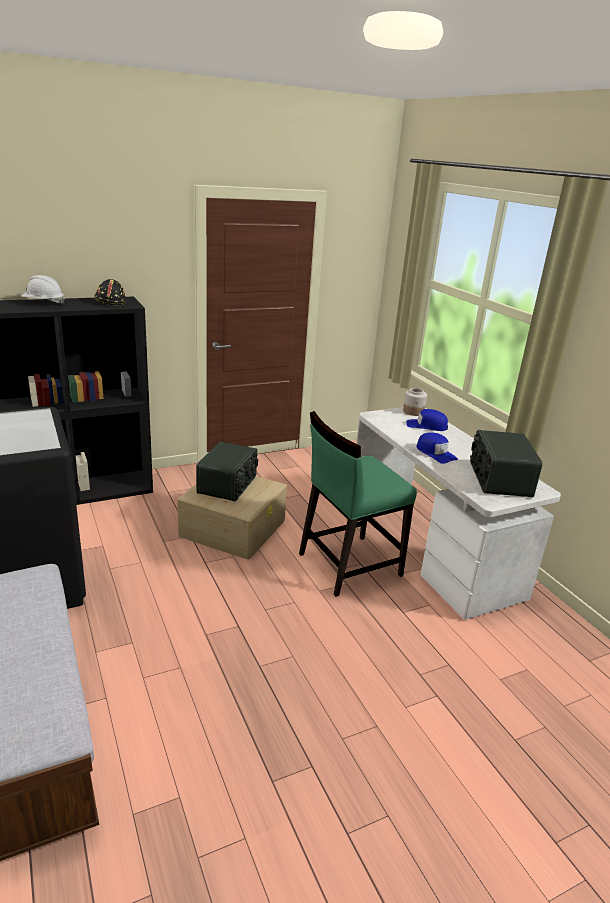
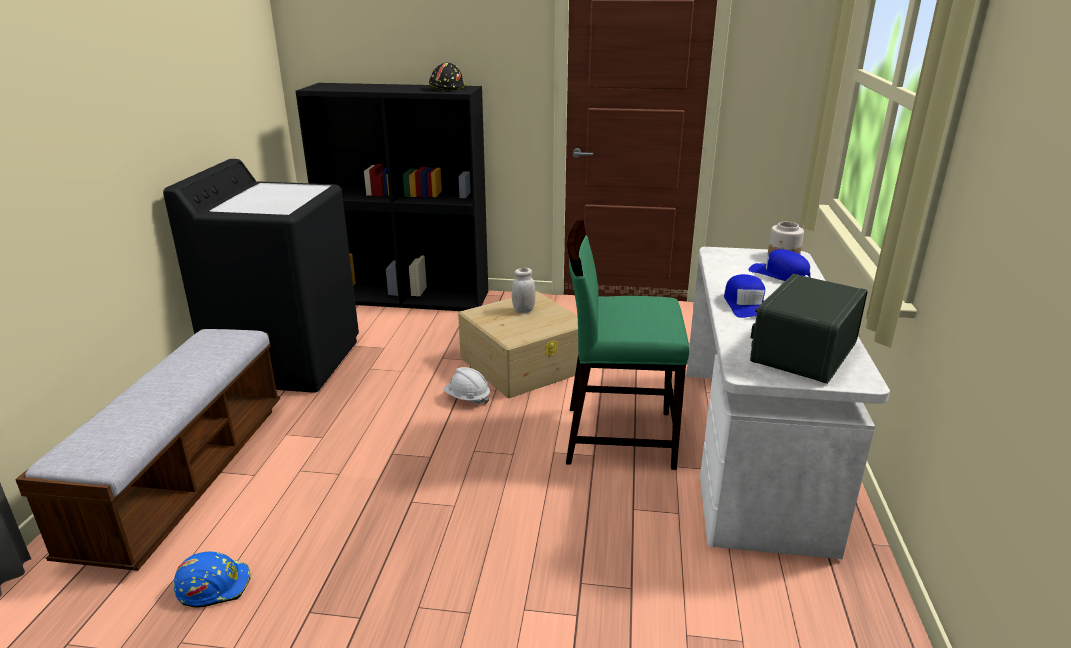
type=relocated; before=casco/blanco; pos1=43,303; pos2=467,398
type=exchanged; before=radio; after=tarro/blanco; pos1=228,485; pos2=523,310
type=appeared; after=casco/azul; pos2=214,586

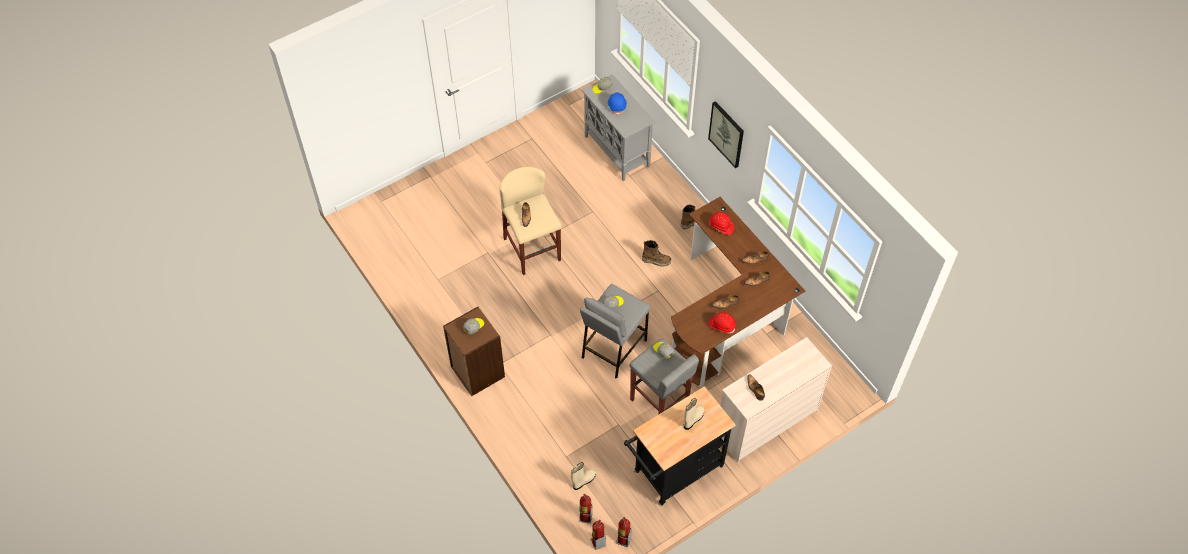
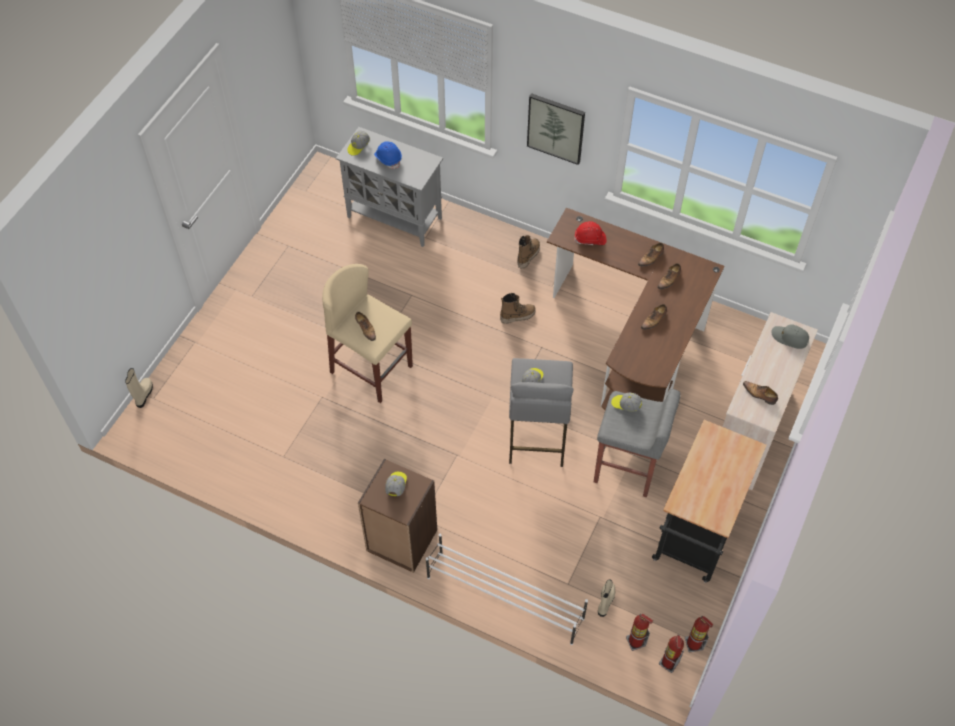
type=relocated; before=bota/beis; pos1=693,419; pos2=143,395
type=missing; before=casco/rojo; pos1=722,325
type=appeared; after=zapatero/blanco; pos2=504,597
type=appeared; after=gorra/gris; pos2=789,338

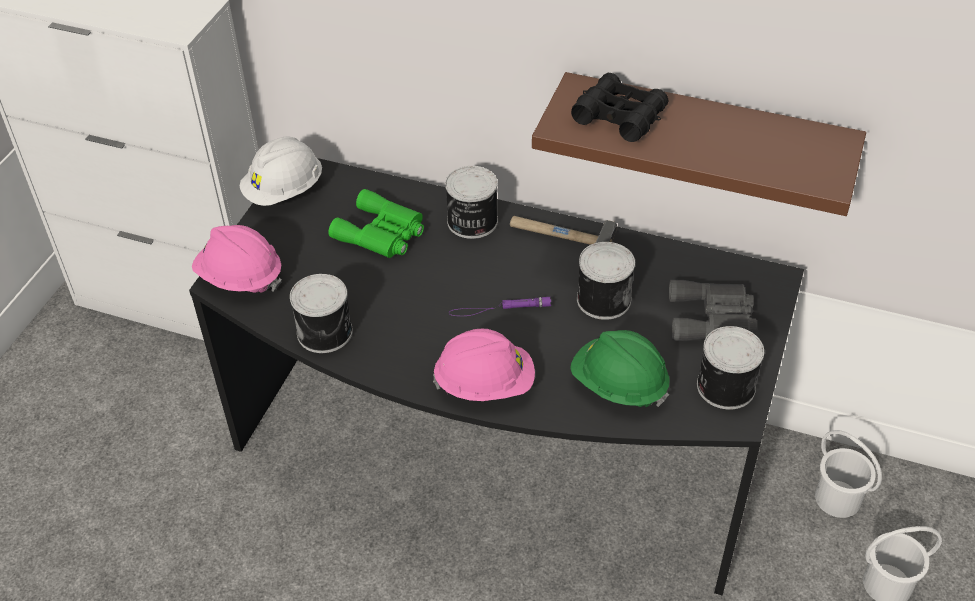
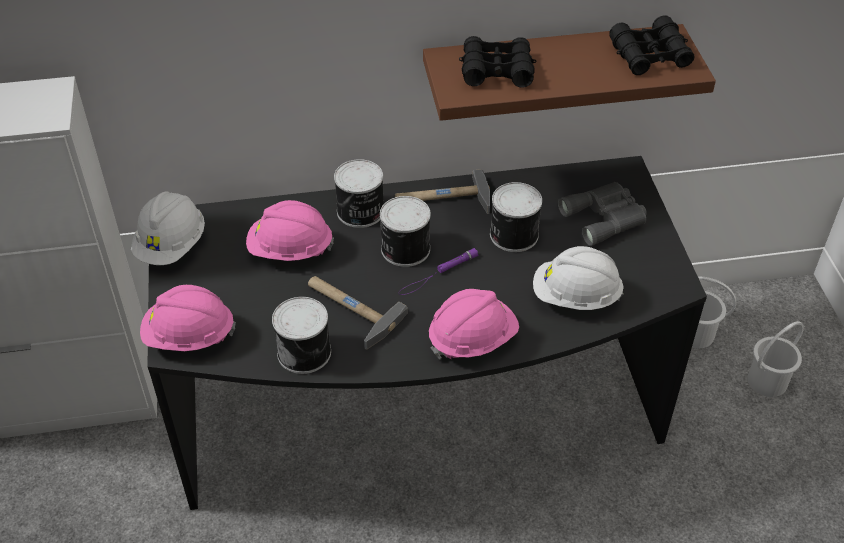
type=exchanged; before=prismáticos/verde; after=casco/rosa; pos1=382,233; pos2=290,250
type=colour; before=casco/verde; after=casco/blanco; pos1=618,385; pos2=575,297
type=relocated; before=lata; pos1=724,386; pos2=404,249
type=appeared; after=martillo; pos2=349,309
type=appeared; after=prismáticos/negro; pos2=650,55

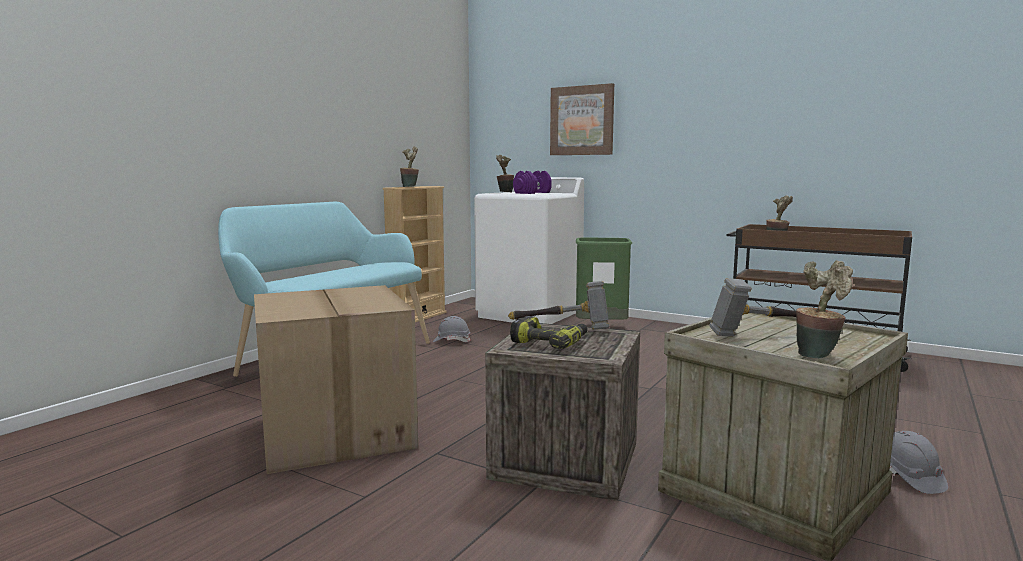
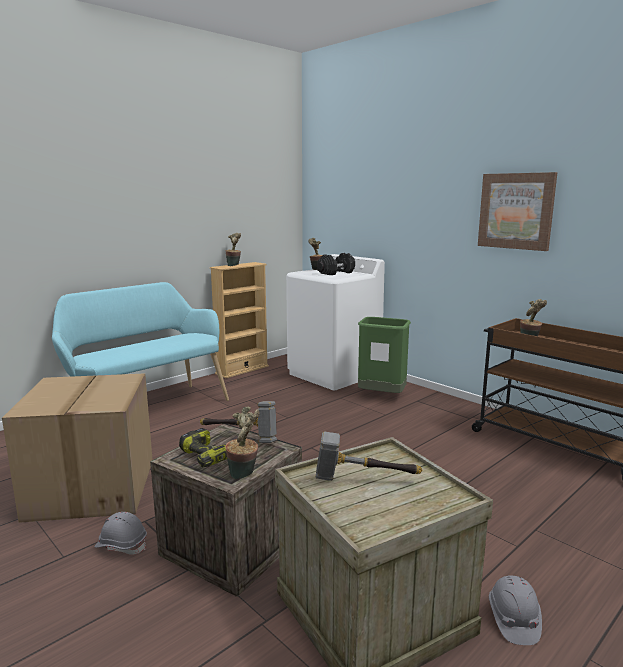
type=relocated; before=casco/gris; pos1=451,341; pos2=121,545
type=colour; before=mancuerna/morado; after=mancuerna/negro; pos1=532,193; pos2=336,273
type=relocated; before=cuadro; pos1=582,120; pos2=516,211
type=relocated; before=planta en maceta; pos1=818,354; pos2=244,474

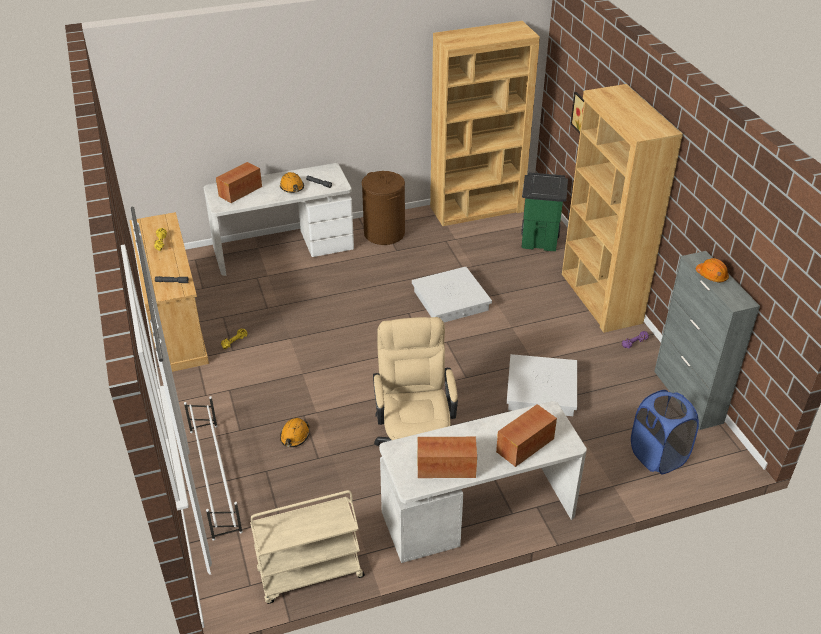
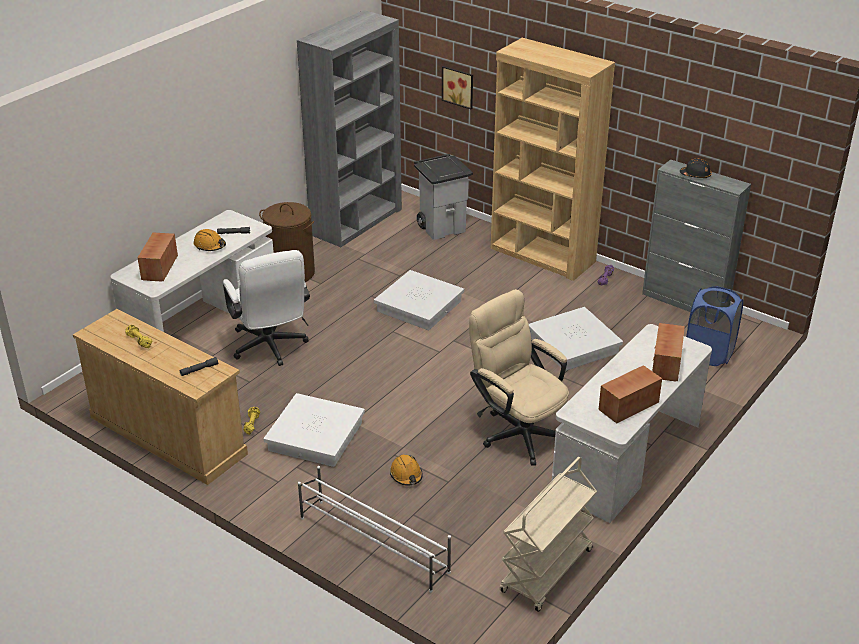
type=colour; before=estantería/marrón; after=estantería/gris; pos1=477,209; pos2=356,221
type=colour; before=papelera/verde; after=papelera/gris; pos1=540,240; pos2=442,228
type=colour; before=casco/naranja; after=casco/negro; pos1=711,275; pos2=695,175
type=appeared; after=silla de oficina/blanco; pos2=270,348
type=appeared; after=caja de almacenaje/blanco; pos2=315,436

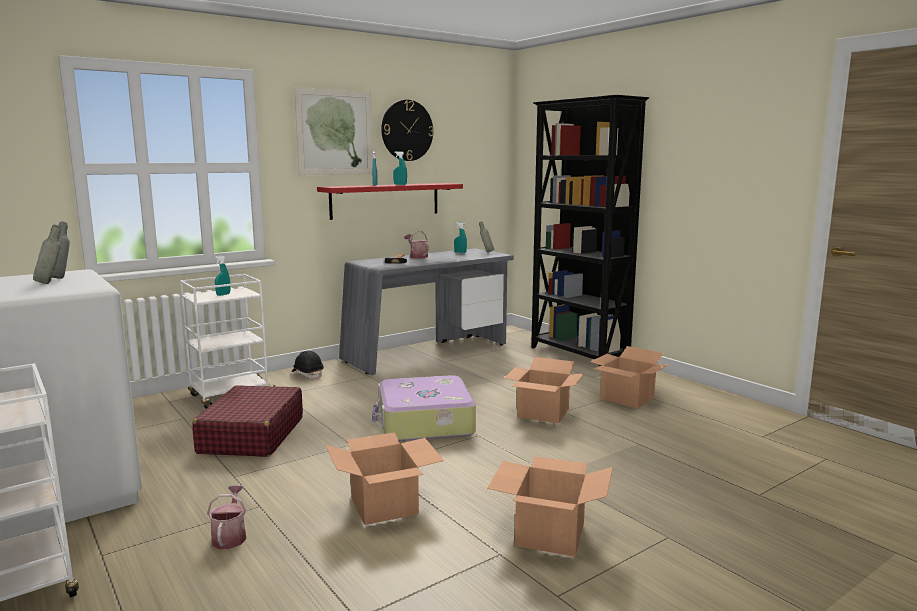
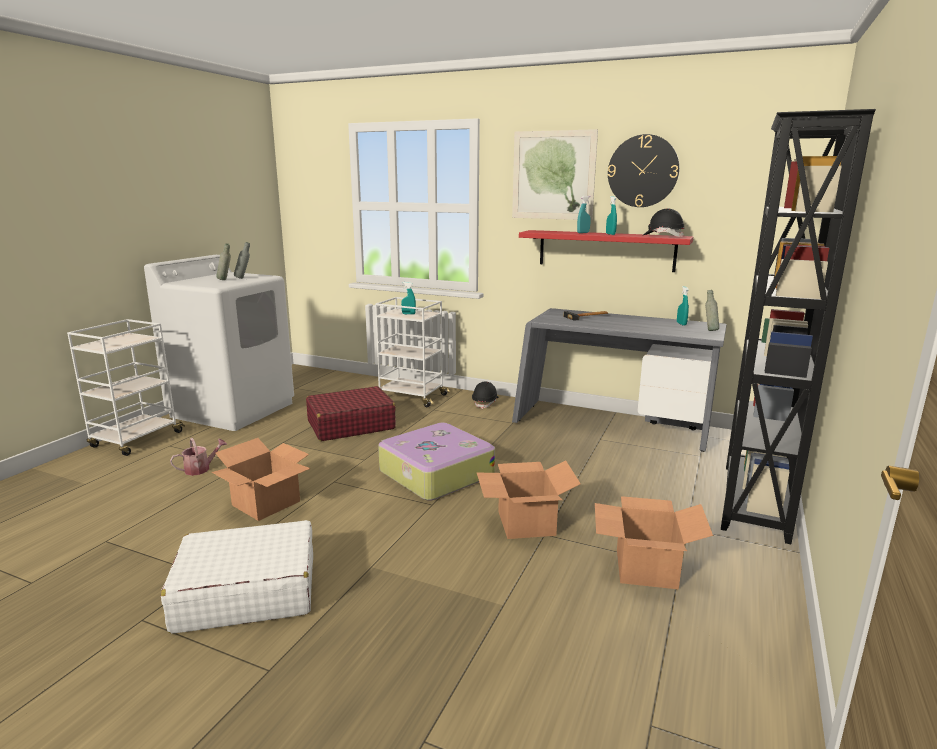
type=missing; before=regadera; pos1=417,256
type=exchanged; before=caja de cartón; after=maleta/blanco; pos1=550,535; pos2=246,592
type=appeared; after=casco/negro; pos2=663,236

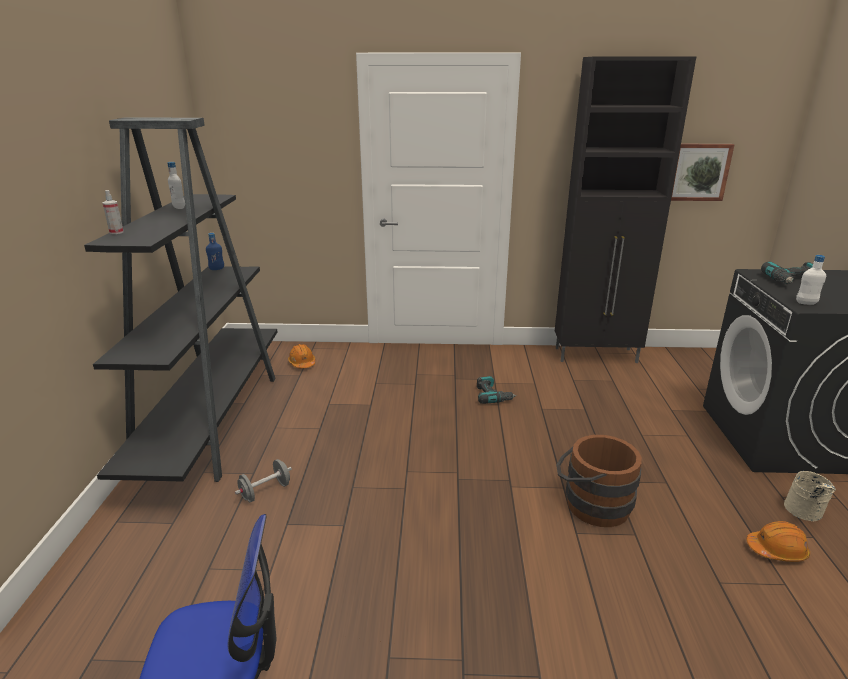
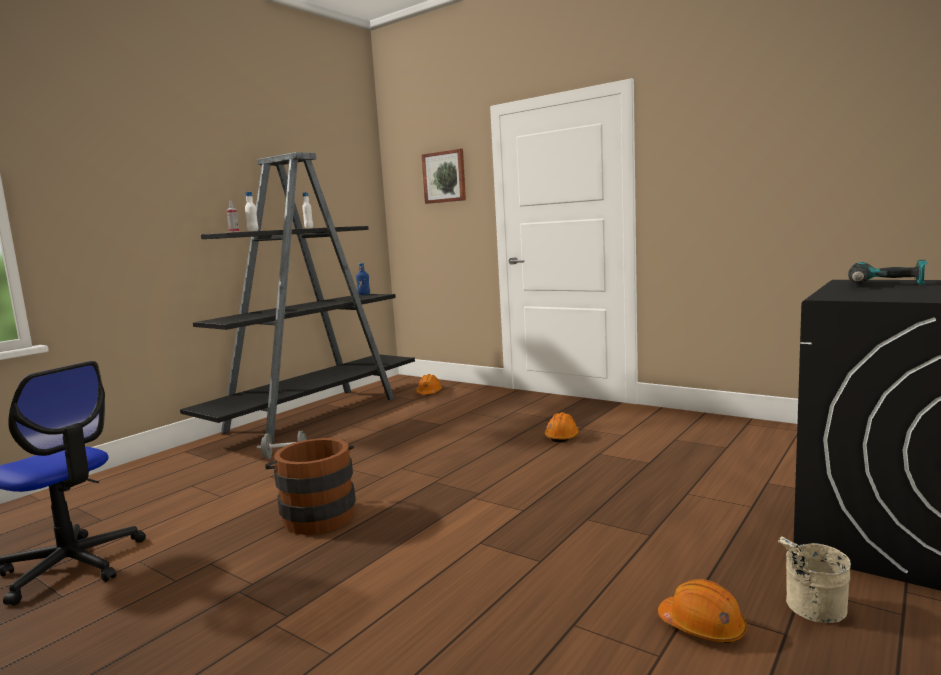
type=exchanged; before=taladro; after=casco/naranja; pos1=492,396; pos2=562,436
type=missing; before=armario/negro; pos1=597,355
type=relocated; before=cubo/marrón; pos1=591,503; pos2=317,515
type=relocated; before=cuadro; pos1=698,172; pos2=444,177
type=relocated; before=botella/blanco; pos1=806,303; pos2=253,231

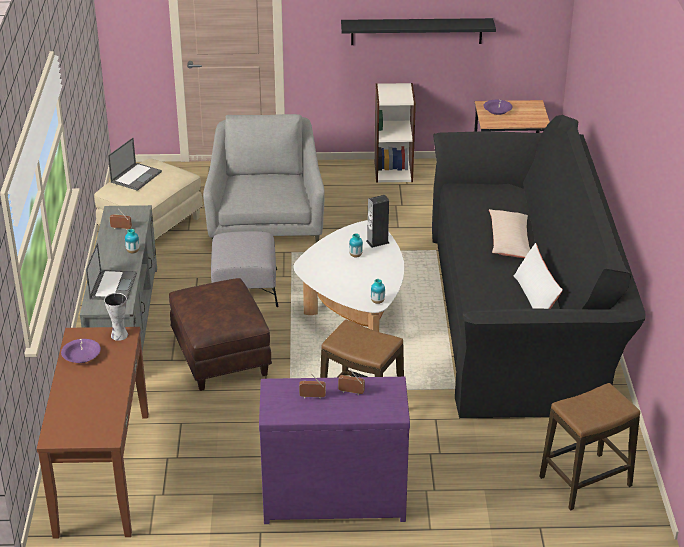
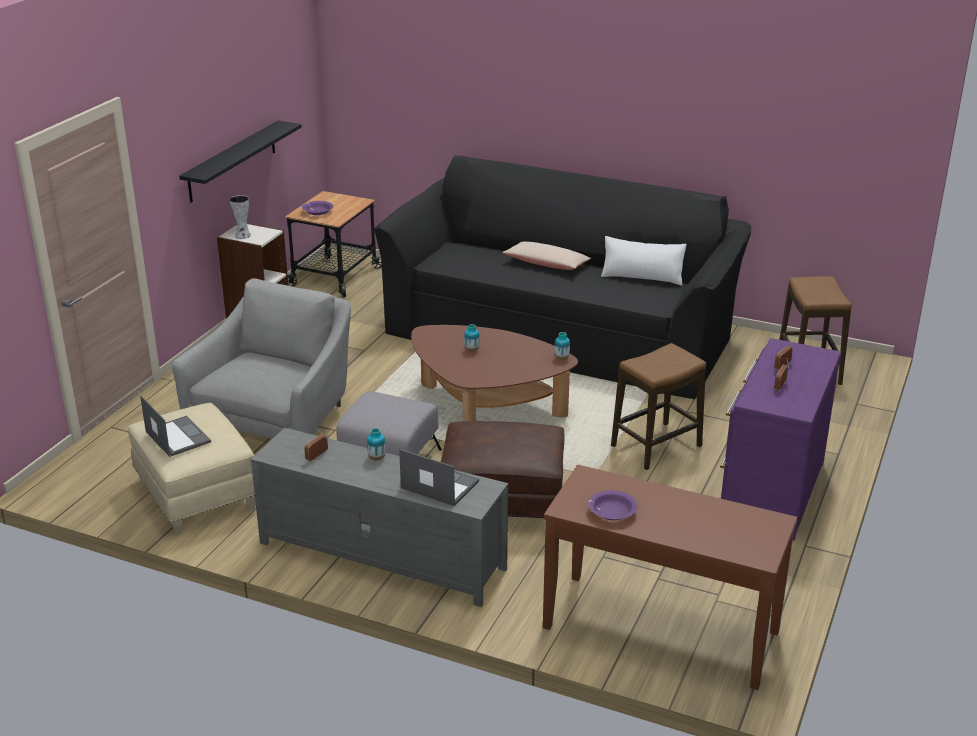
type=relocated; before=florero; pos1=118,335; pos2=242,236
type=spun; before=sillón/gris; pos1=266,224; pos2=277,419; turn=90
type=colour; before=mesa de centro/blanco; after=mesa de centro/marrón; pos1=354,310; pos2=486,408
type=missing; before=altavoz; pos1=377,242

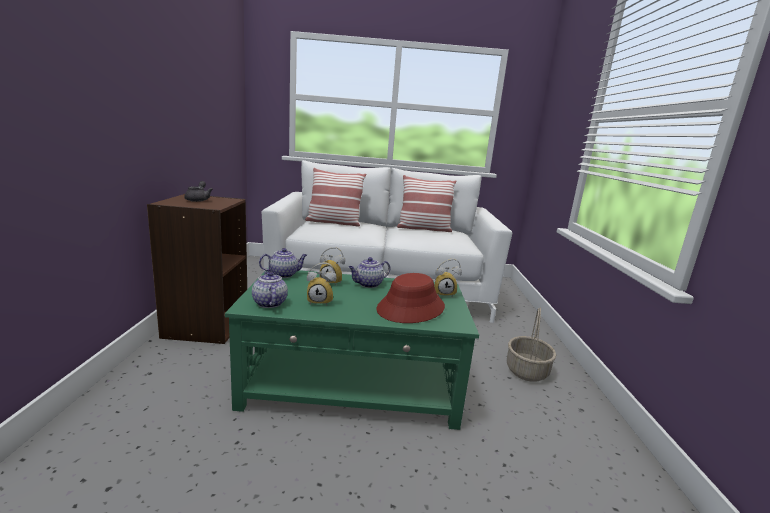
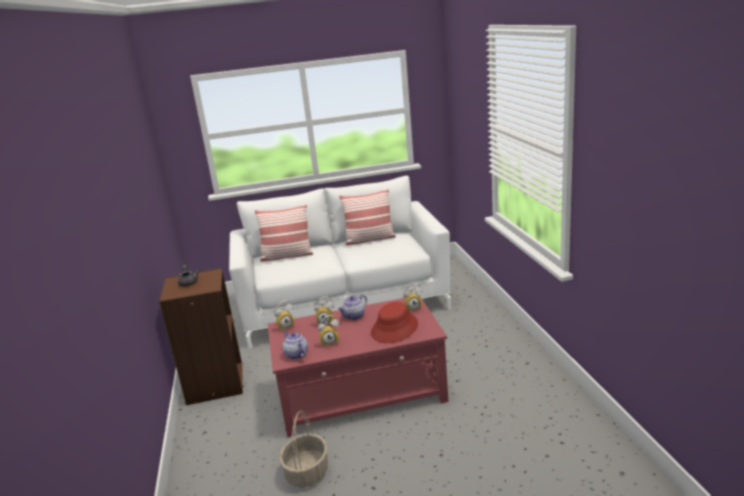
type=colour; before=mesa de centro/verde; after=mesa de centro/rojo; pos1=353,383; pos2=361,393
type=exchanged; before=tetera; after=despertador; pos1=284,274; pos2=285,326
type=relocated; before=cesta; pos1=527,371; pos2=307,473

